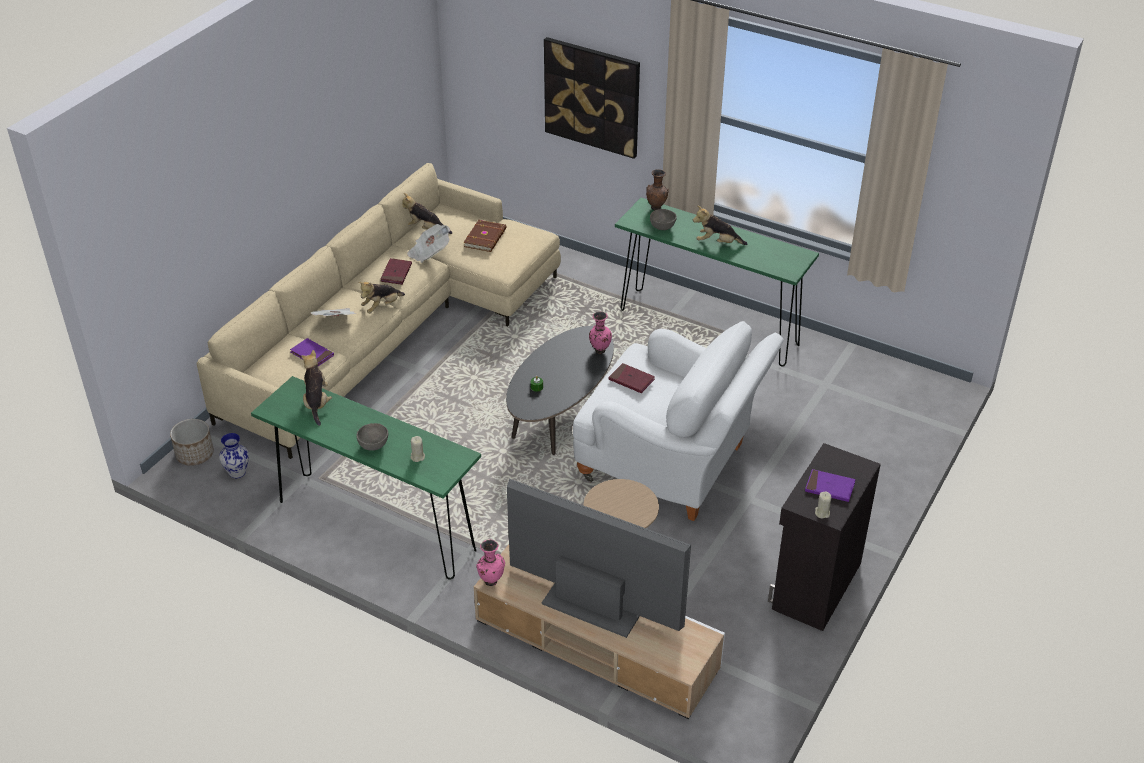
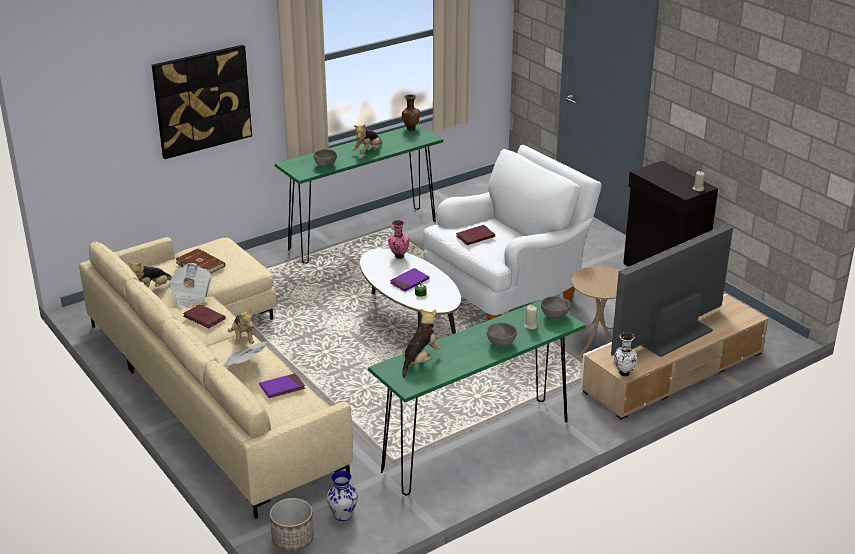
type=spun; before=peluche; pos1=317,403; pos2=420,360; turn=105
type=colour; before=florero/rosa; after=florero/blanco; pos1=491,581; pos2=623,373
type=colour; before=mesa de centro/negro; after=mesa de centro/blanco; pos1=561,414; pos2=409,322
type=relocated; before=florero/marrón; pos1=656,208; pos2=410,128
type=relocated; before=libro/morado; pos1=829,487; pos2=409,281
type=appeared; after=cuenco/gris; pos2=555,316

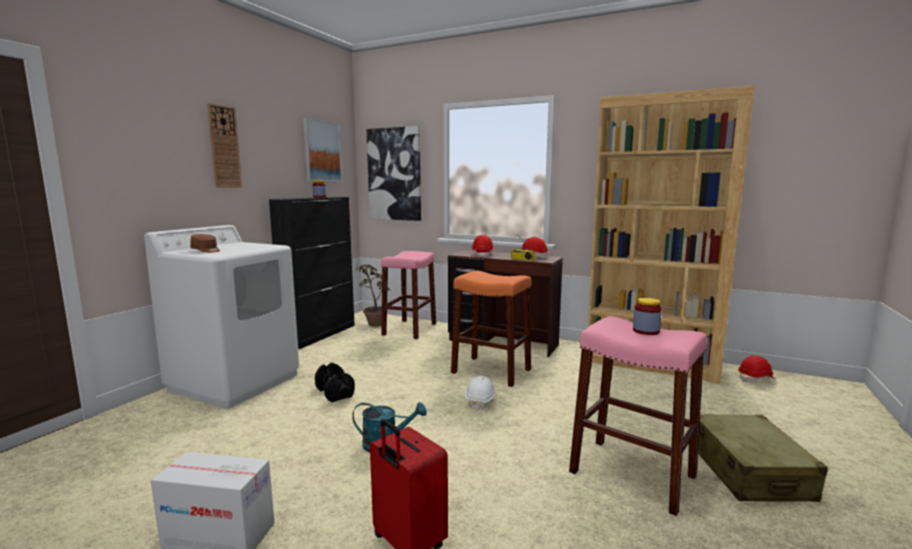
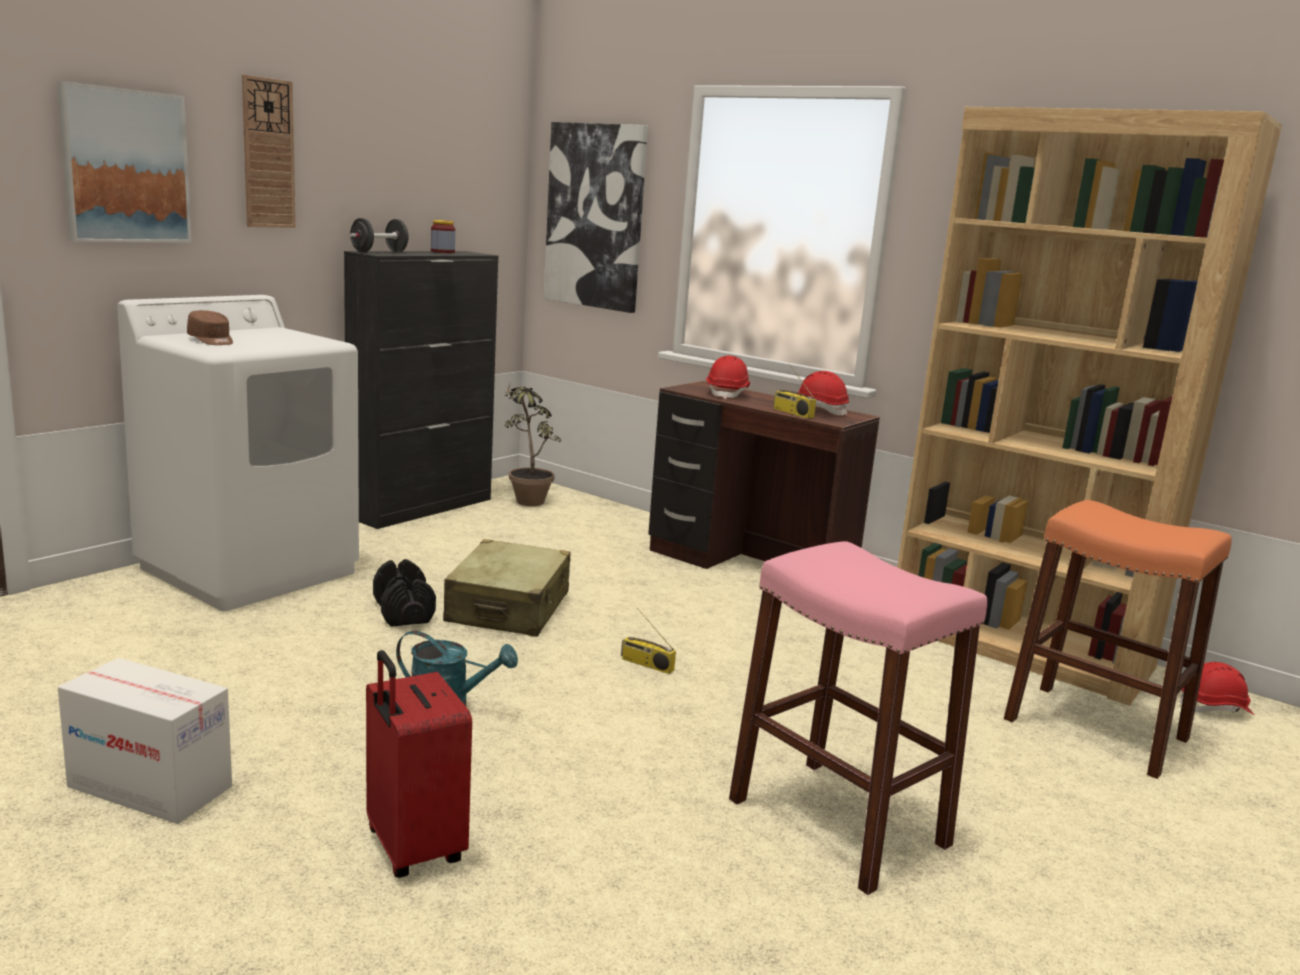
type=relocated; before=cuadro; pos1=322,151; pos2=125,166
type=missing; before=taburete/rosa; pos1=409,329
type=relocated; before=taburete/naranja; pos1=491,371; pos2=1095,729
type=exchanged; before=casco/blanco; after=radio; pos1=481,401; pos2=646,664
type=missing; before=tarro; pos1=646,331
type=relocated; before=maleta/beis; pos1=749,472; pos2=508,608
type=appeared; after=mancuerna/negro; pos2=379,252

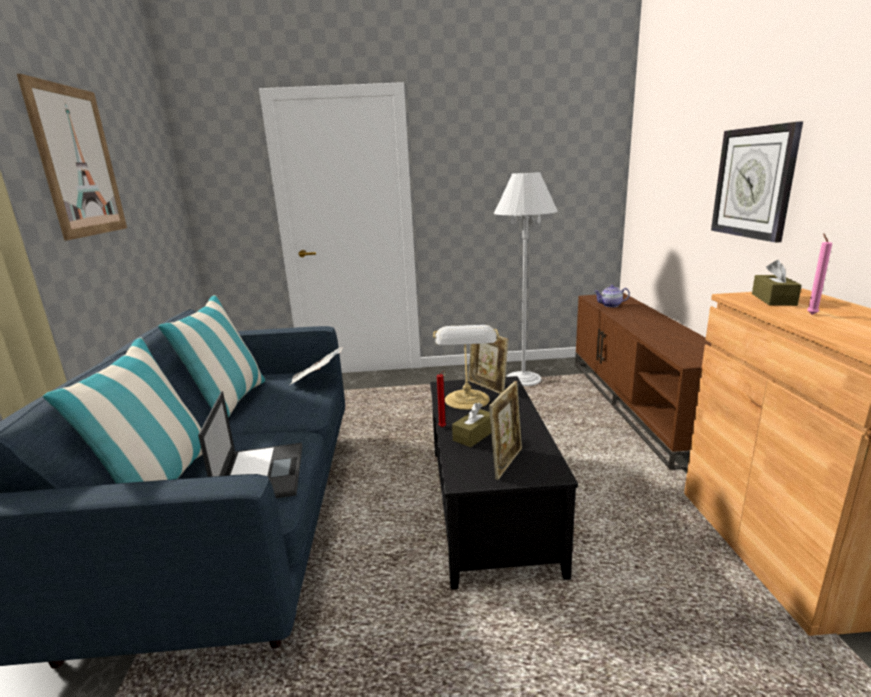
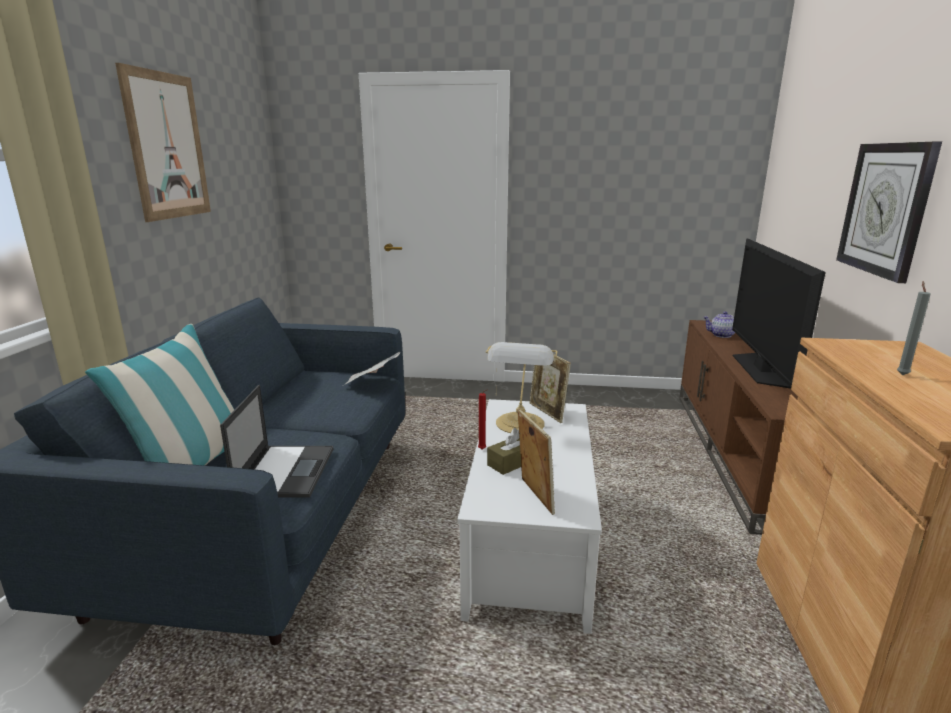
type=missing; before=cojín; pos1=230,402
type=colour; before=mesa de centro/negro; after=mesa de centro/blanco; pos1=488,506; pos2=528,541
type=spun; before=portarretratos; pos1=506,462; pos2=534,496; turn=-60
type=missing; before=lámpara de pie/blanco; pos1=523,380
type=missing; before=caja de pañuelos/marrón; pos1=773,299
type=colour; before=vela/rosa; after=vela/gris; pos1=811,314; pos2=902,374
type=appeared; after=televisor; pos2=761,369

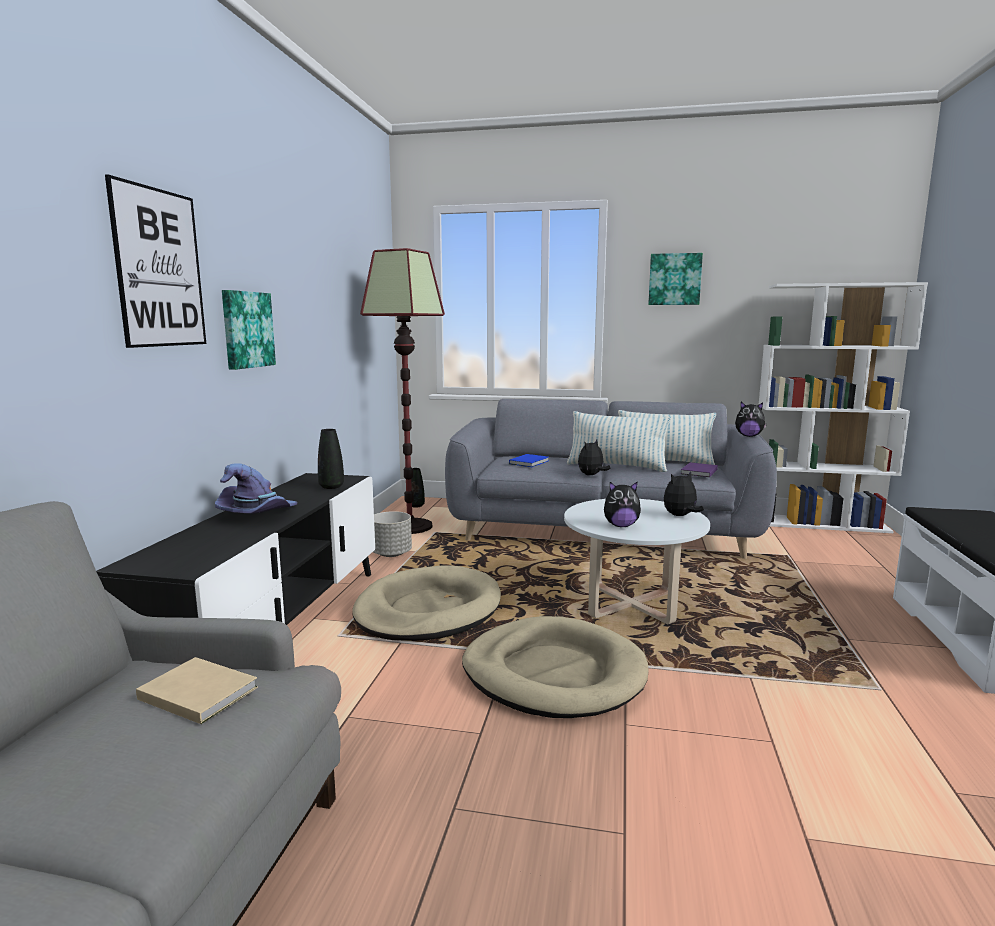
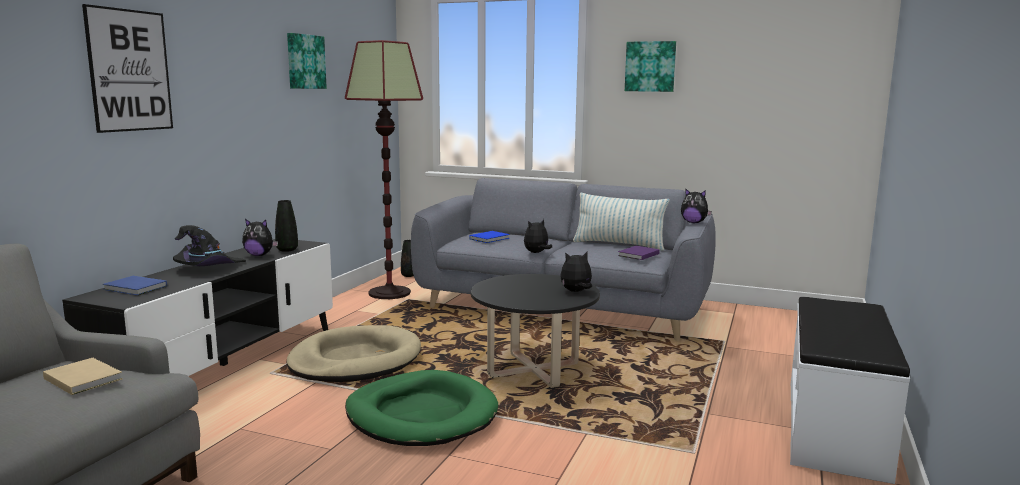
type=colour; before=sombrero/morado; after=sombrero/negro; pos1=257,514; pos2=208,268
type=relocated; before=cuadro; pos1=246,329; pos2=305,61
type=missing; before=maceta/gris; pos1=391,554
type=colour; before=cama para perro/beis; after=cama para perro/verde; pos1=553,673; pos2=421,415
type=colour; before=mesa de centro/blanco; after=mesa de centro/negro; pos1=631,605; pos2=533,370
type=missing; before=cojín; pos1=616,466
type=relocated; before=peluche; pos1=621,526; pos2=259,255
type=missing; before=estantería/blanco; pos1=818,523
type=appeared; after=libro/azul; pos2=135,288

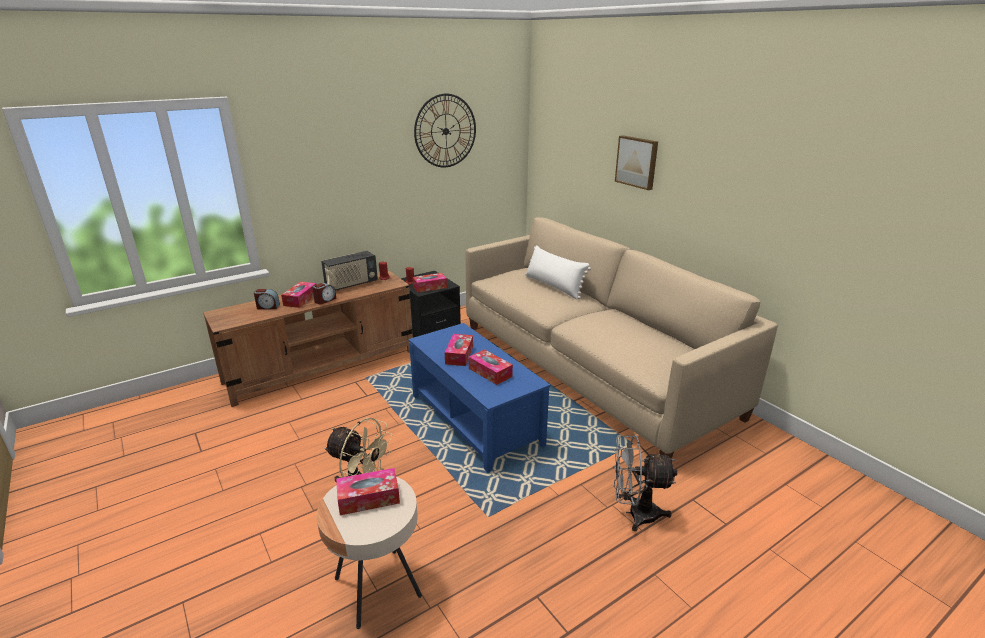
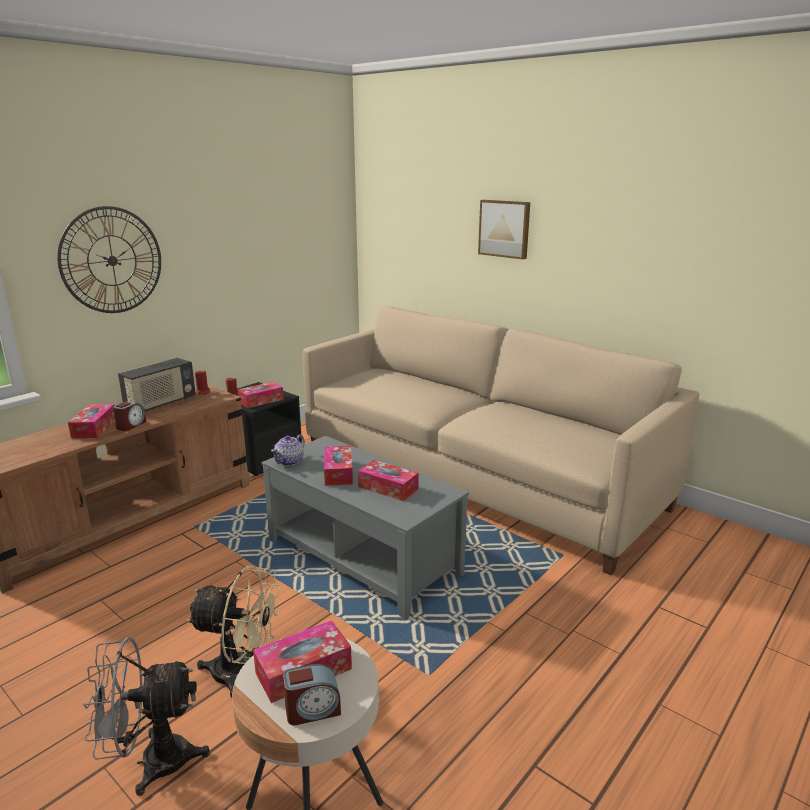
type=relocated; before=despertador; pos1=268,307; pos2=312,710
type=colour; before=mesa de centro/azul; after=mesa de centro/gris; pos1=475,420; pos2=363,557
type=relocated; before=reloj de pared; pos1=445,131; pos2=112,260
type=missing; before=cojín/blanco; pos1=554,286
type=relocated; before=ventilador/gris; pos1=635,513; pos2=152,761
type=appeared; after=tetera; pos2=289,461

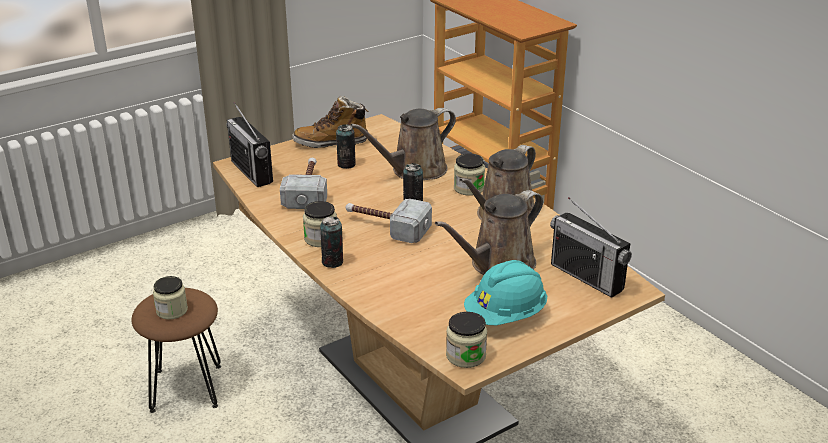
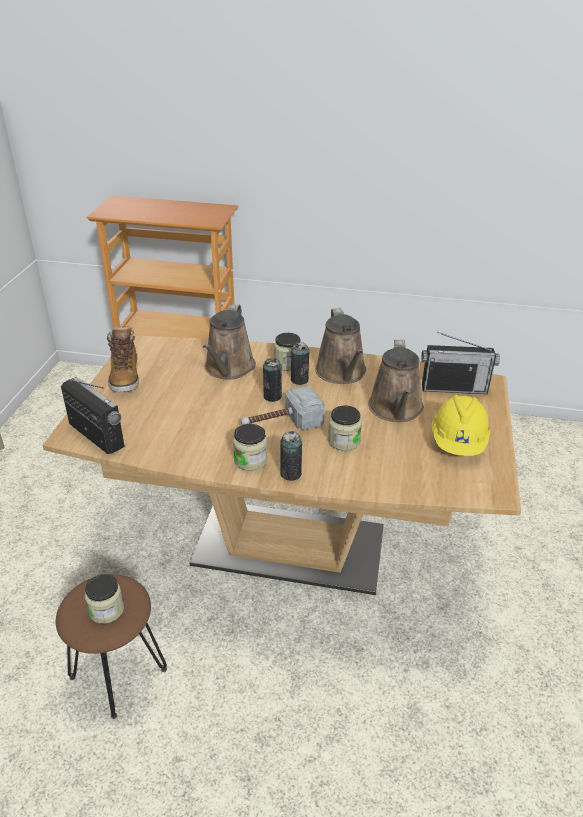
type=spun; before=radio; pos1=251,172; pos2=96,435; turn=-150
type=missing; before=martillo; pos1=308,190
type=spun; before=bota; pos1=331,142; pos2=125,376; turn=-45
type=relocated; before=lata; pos1=346,164; pos2=299,380
type=relocated; before=tarro; pos1=466,356; pos2=343,441
type=colour; before=casco/turquesa; after=casco/amarillo; pos1=506,316; pos2=458,442

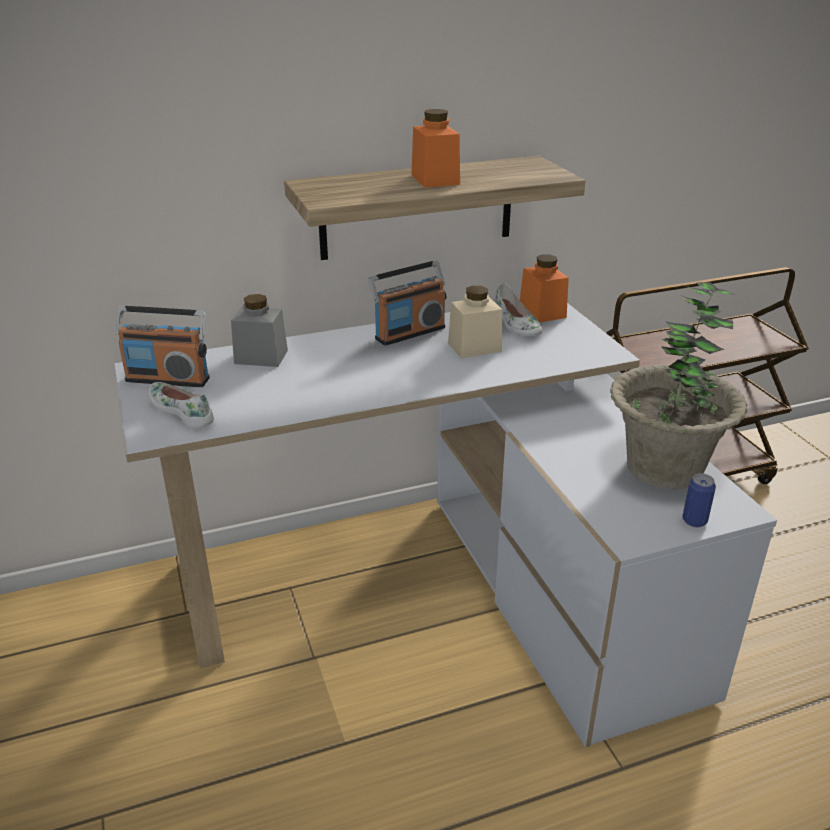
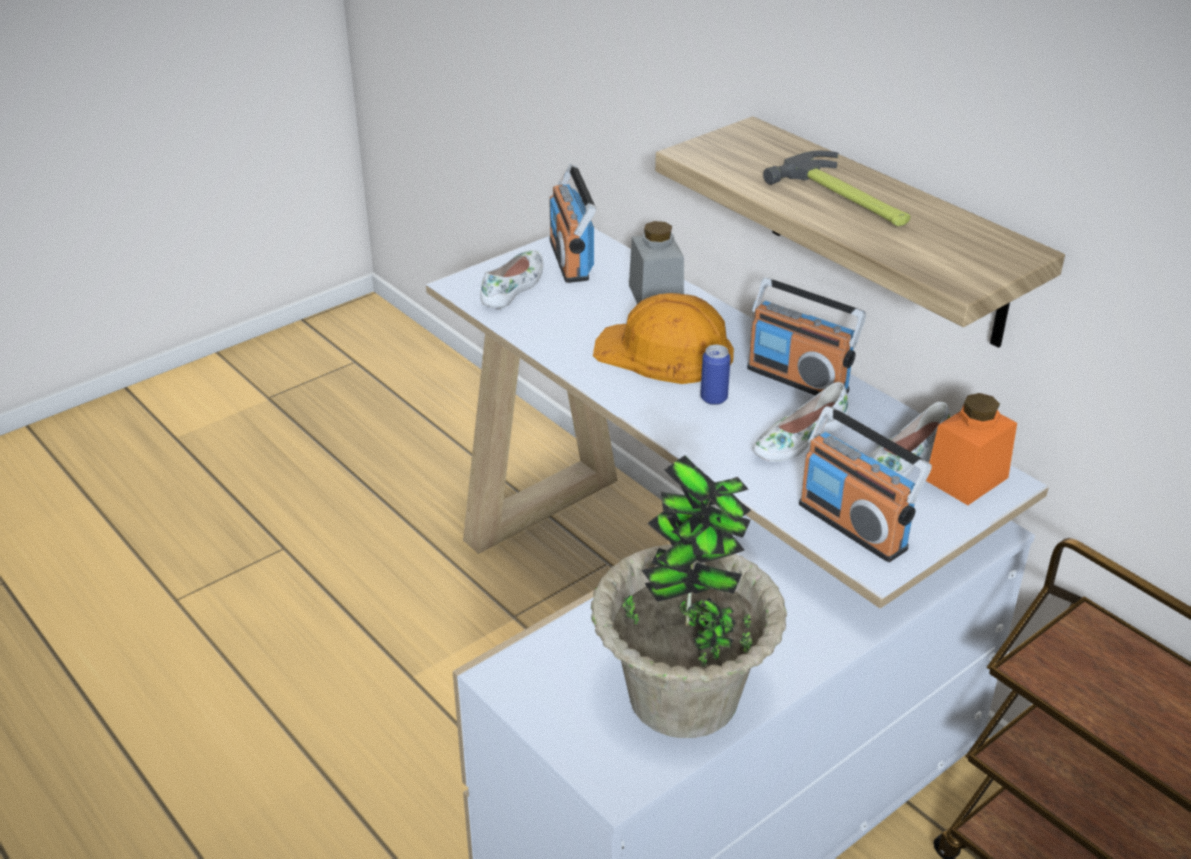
type=exchanged; before=tarro/naranja; after=martillo; pos1=435,179; pos2=845,199
type=exchanged; before=tarro/beis; after=zapato/blanco; pos1=474,347; pos2=798,438
type=relocated; before=lata; pos1=694,521; pos2=713,398
type=appeared; after=casco/naranja; pos2=665,351
type=appeared; after=radio; pos2=853,525

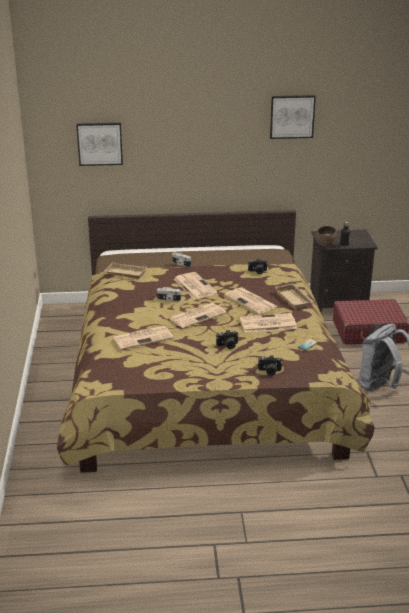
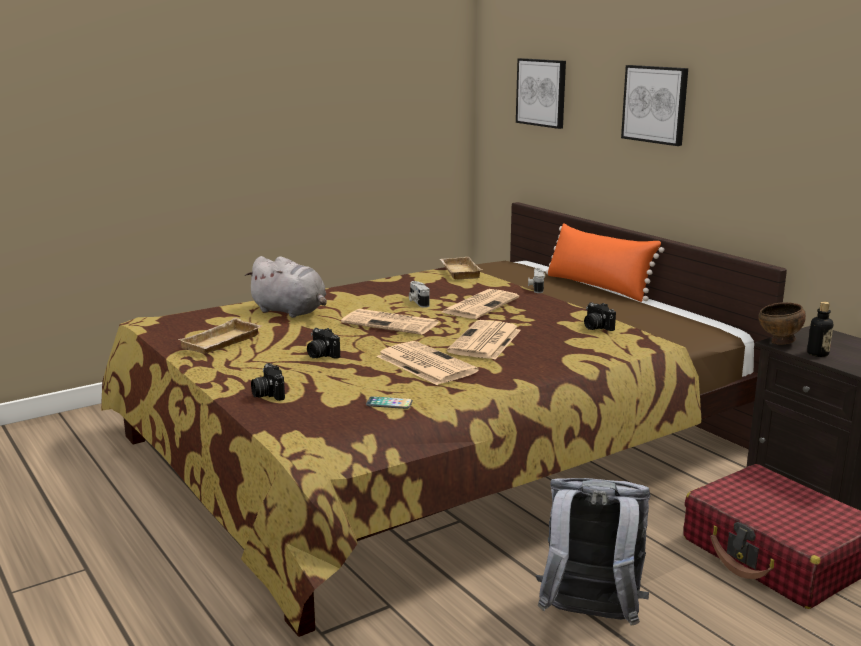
type=exchanged; before=periódico; after=peluche/gris; pos1=143,338; pos2=291,312
type=relocated; before=cuadro; pos1=292,116; pos2=655,104
type=relocated; before=bandeja/beis; pos1=294,299; pos2=222,343
type=appeared; after=cojín/naranja; pos2=598,287

